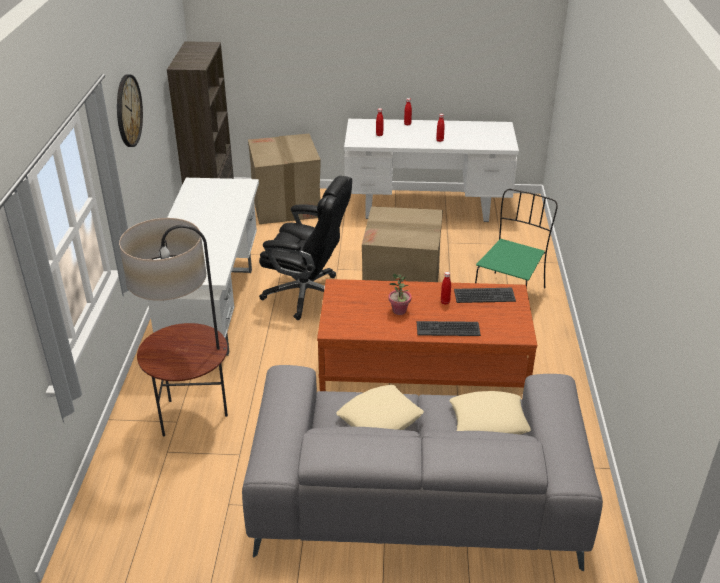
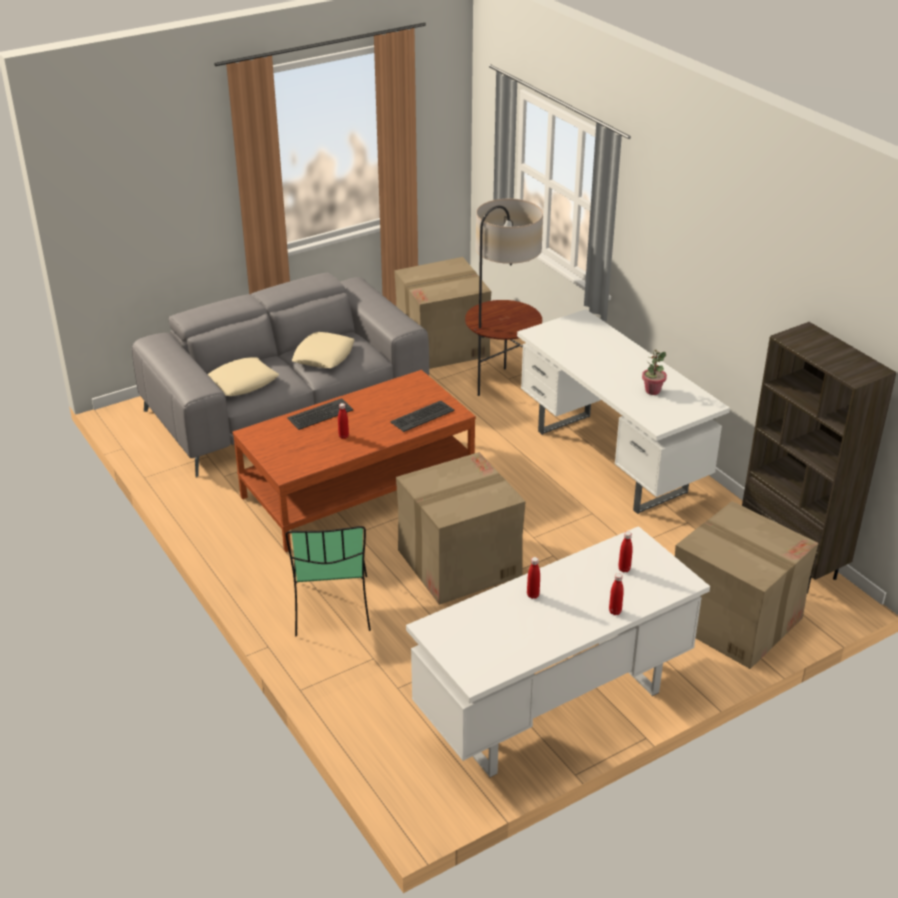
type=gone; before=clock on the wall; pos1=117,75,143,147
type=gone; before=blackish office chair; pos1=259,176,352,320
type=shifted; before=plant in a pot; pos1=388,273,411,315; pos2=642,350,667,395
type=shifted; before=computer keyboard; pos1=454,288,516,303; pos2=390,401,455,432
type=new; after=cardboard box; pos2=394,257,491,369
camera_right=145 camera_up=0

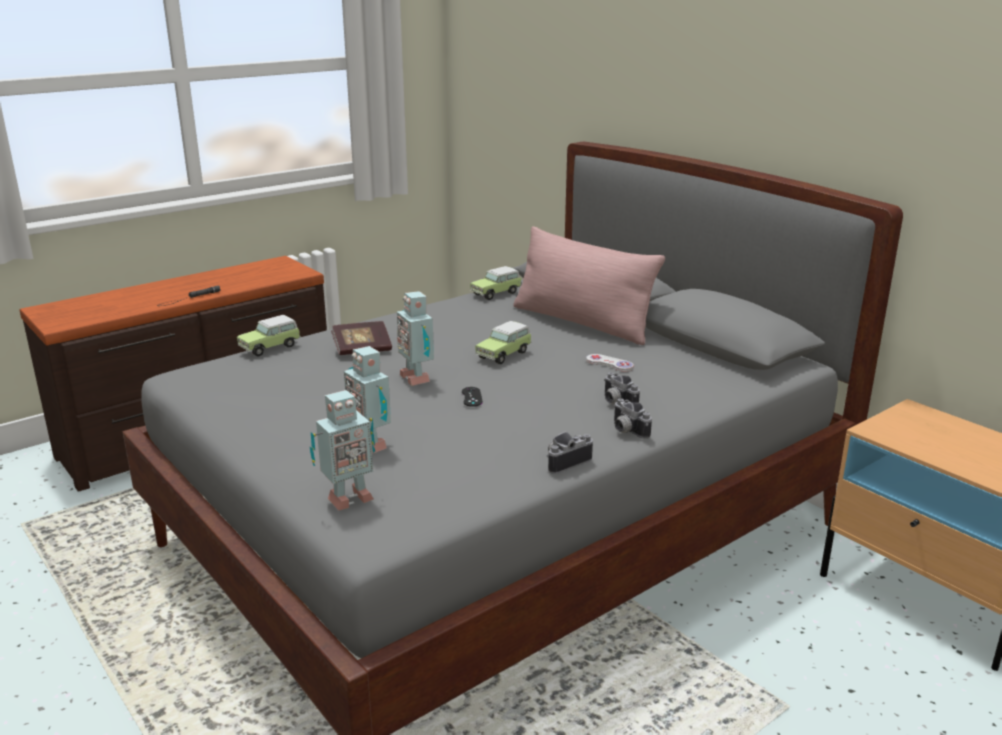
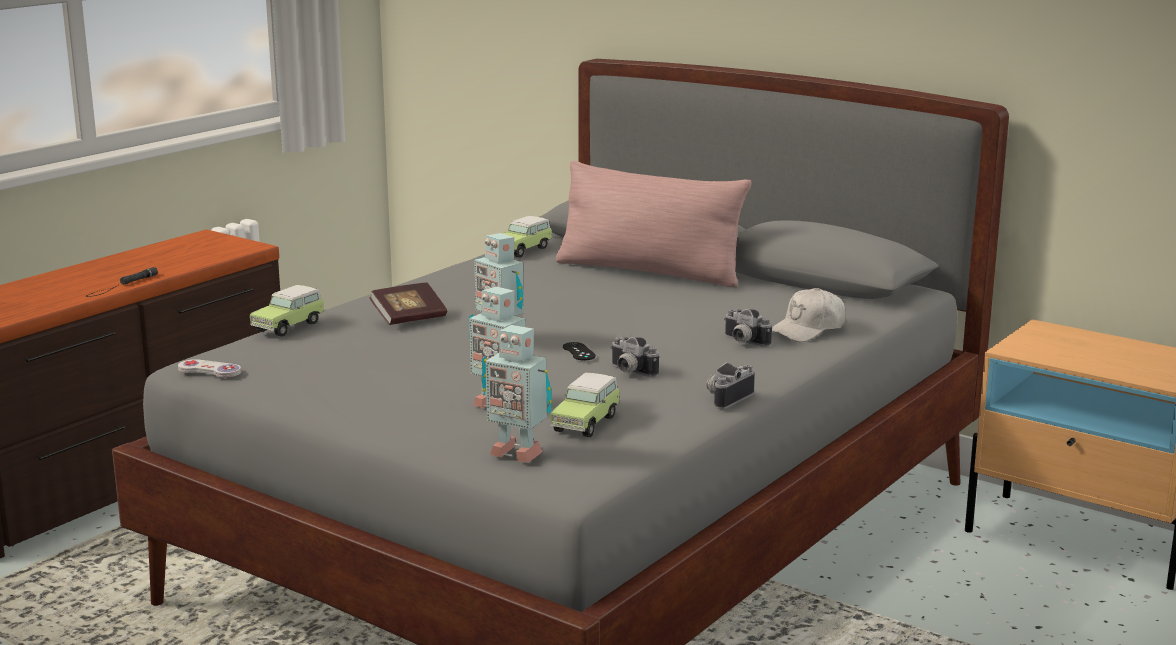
type=shifted; before=model car; pos1=475,321,532,364; pos2=550,372,621,437
type=shifted; before=whitish game controller; pos1=586,354,634,372; pos2=178,359,241,378
type=rotated; before=model robot; pos1=310,390,375,510; pos2=482,325,552,463; turn=75
type=shifted; before=still camera; pos1=614,398,652,439; pos2=611,337,659,377
type=new; after=whitish cap; pos2=772,288,846,342
camera_right=-15 camera_up=-5

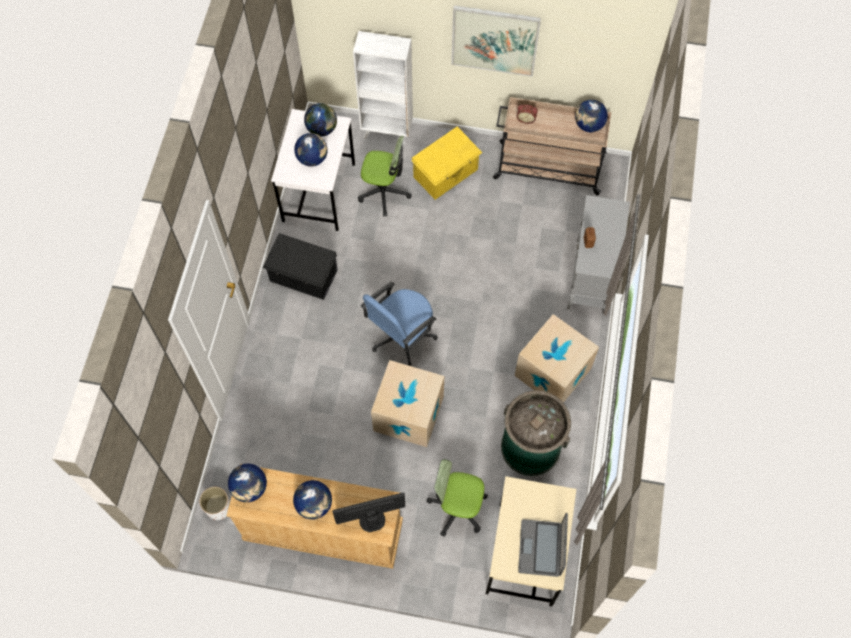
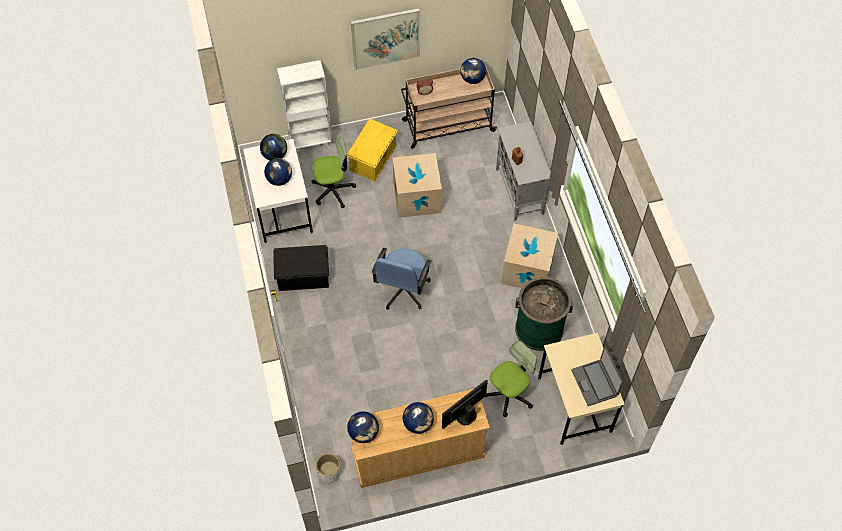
type=shifted; before=cardboard box; pos1=371,360,444,447; pos2=393,153,442,218
type=rotated; before=office chair; pos1=427,459,488,537; pos2=485,341,537,417; turn=150
camera_right=-25 camera_up=-5

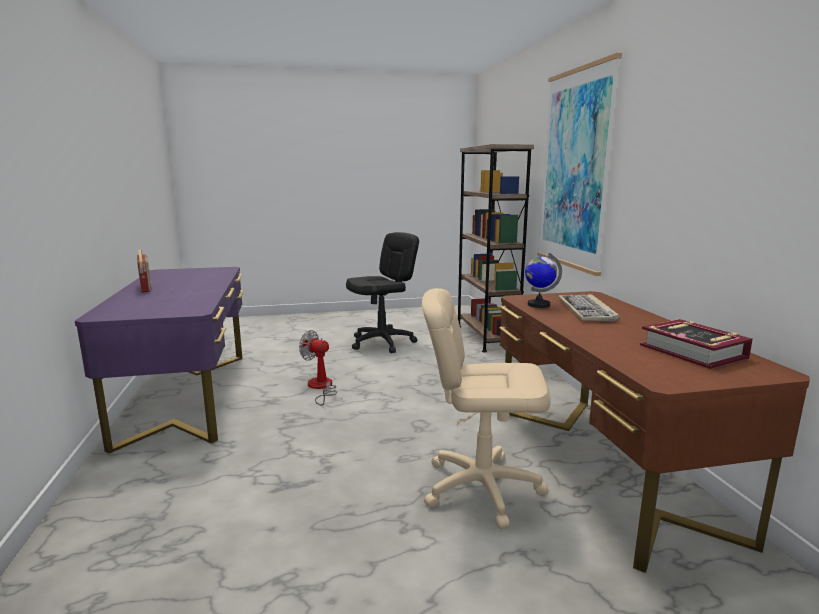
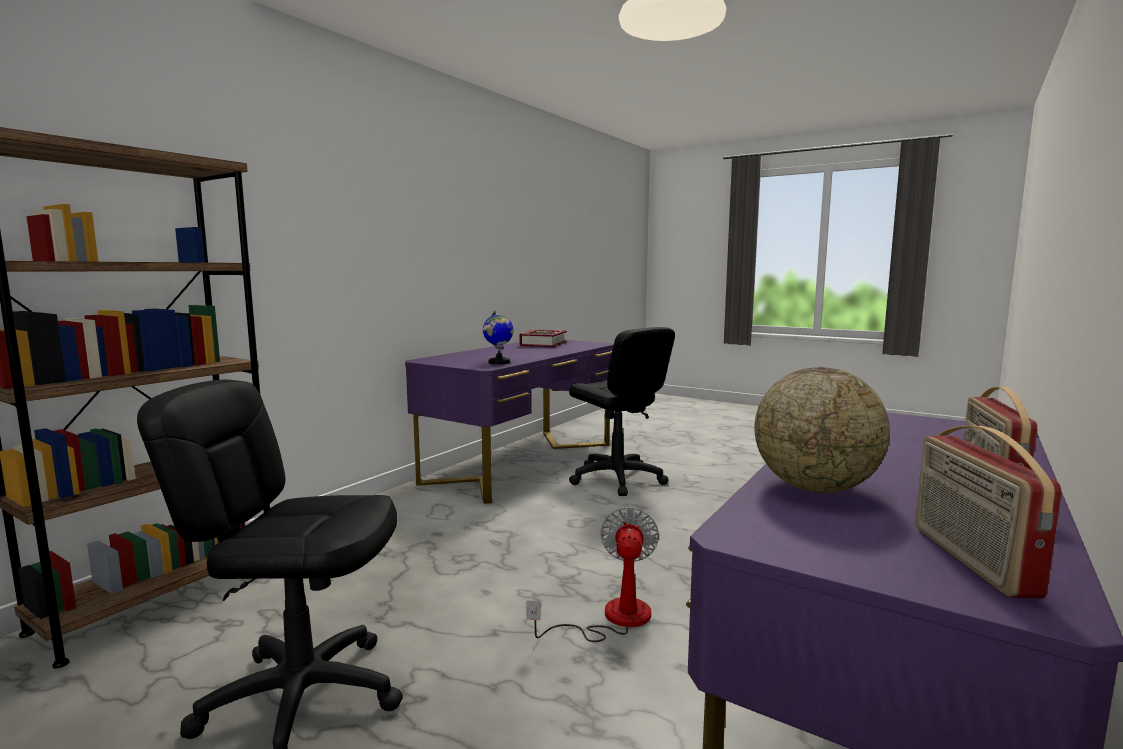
type=gone; before=wall art; pos1=537,53,622,276
type=repainted; before=beige office chair; after=blackish office chair; pos1=422,288,550,529; pos2=569,327,675,496
type=repainted; before=brown-coloured desk unit; after=purplish desk unit; pos1=500,291,810,573; pos2=405,340,614,504
type=gone; before=computer keyboard; pos1=558,294,619,322
type=rotated; before=electric fan; pos1=299,330,337,405; pos2=527,507,659,642; turn=-150
type=new; after=desk globe; pos2=754,367,890,493
type=new; after=radio; pos2=915,426,1062,598
camera_right=-135 camera_up=-5

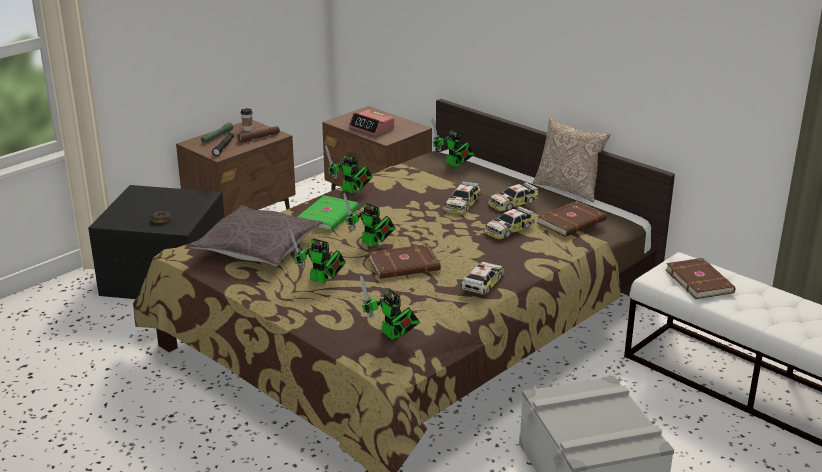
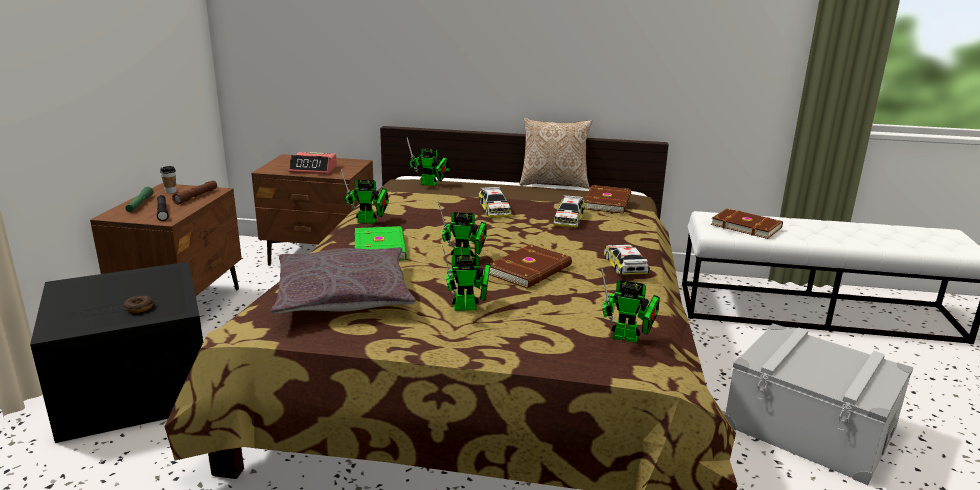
type=gone; before=model car; pos1=488,182,538,212
camera_right=-35 camera_up=-5

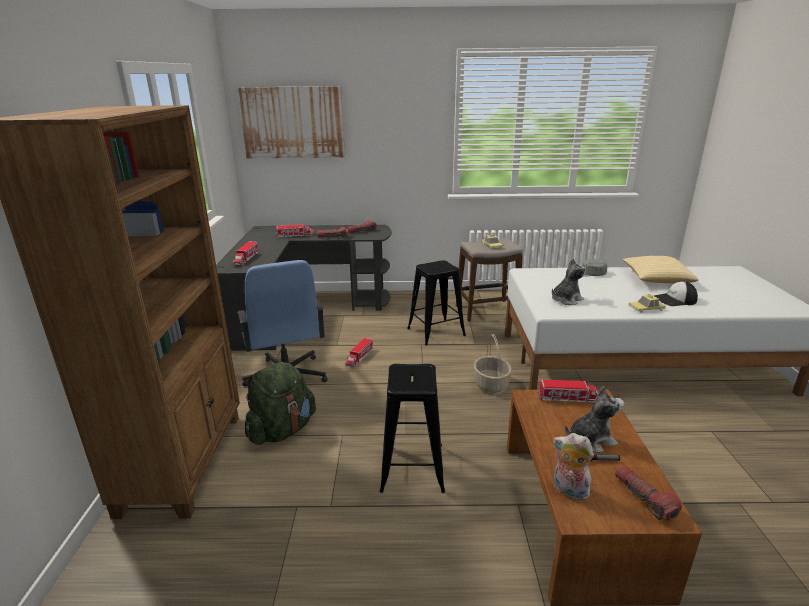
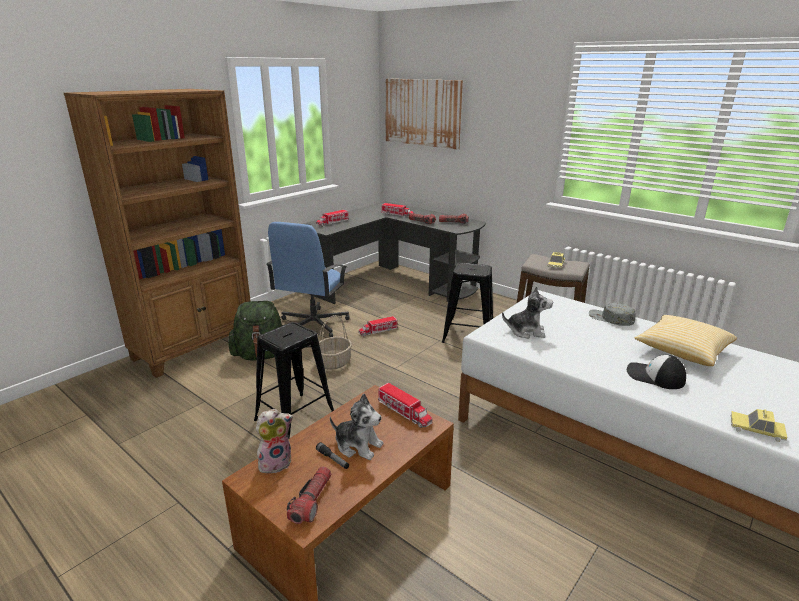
type=shifted; before=model car; pos1=629,294,666,313; pos2=730,409,788,442
type=shifted; before=storage basket; pos1=474,334,512,393; pos2=319,315,352,370
type=rotated; before=soft toy; pos1=553,433,594,500; pos2=255,409,293,473; turn=75
camera_right=40 camera_up=0

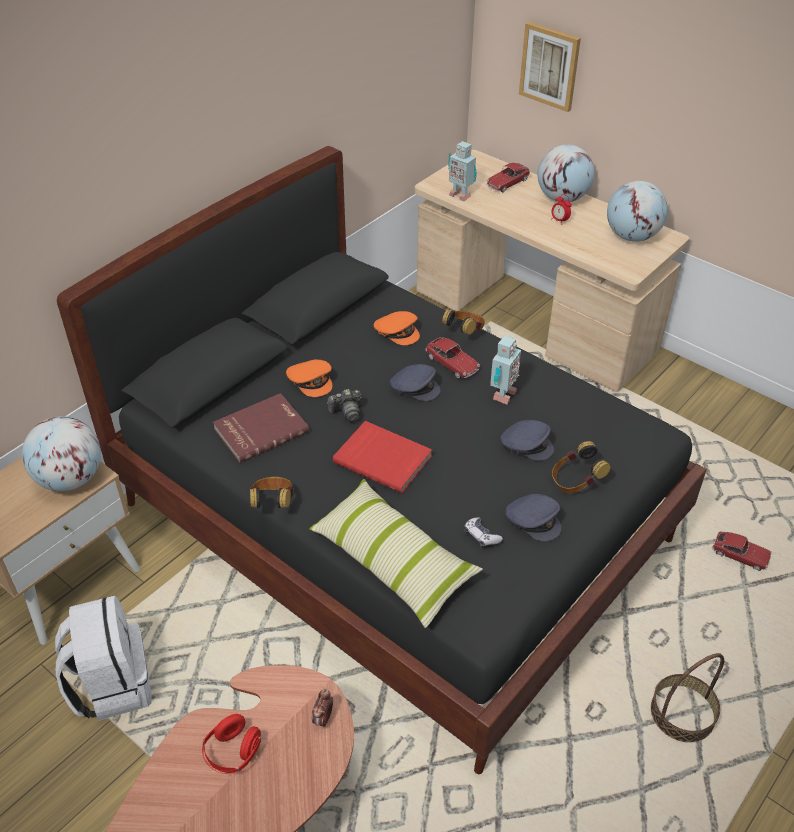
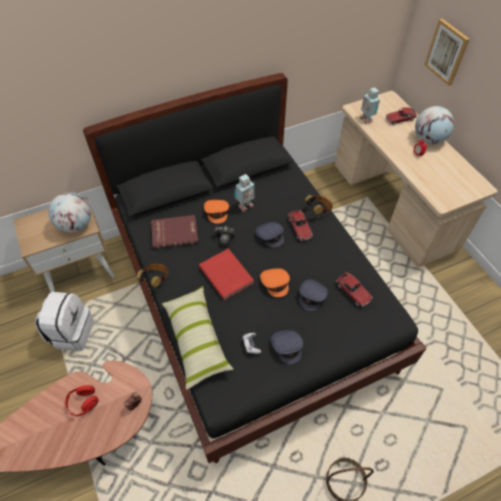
type=gone; before=desk globe; pos1=607,181,668,242
type=shifted; before=orangey cap; pos1=374,311,420,345; pos2=260,268,290,297
type=shifted; before=model robot; pos1=490,336,521,404; pos2=234,174,255,212
type=rotated; before=gray cap; pos1=500,420,554,461; pos2=299,279,328,311; turn=60
type=gone; before=headphones; pos1=552,441,611,493
type=shifted; before=model car; pos1=712,532,772,571; pos2=336,272,373,307
camera_right=25 camera_up=10

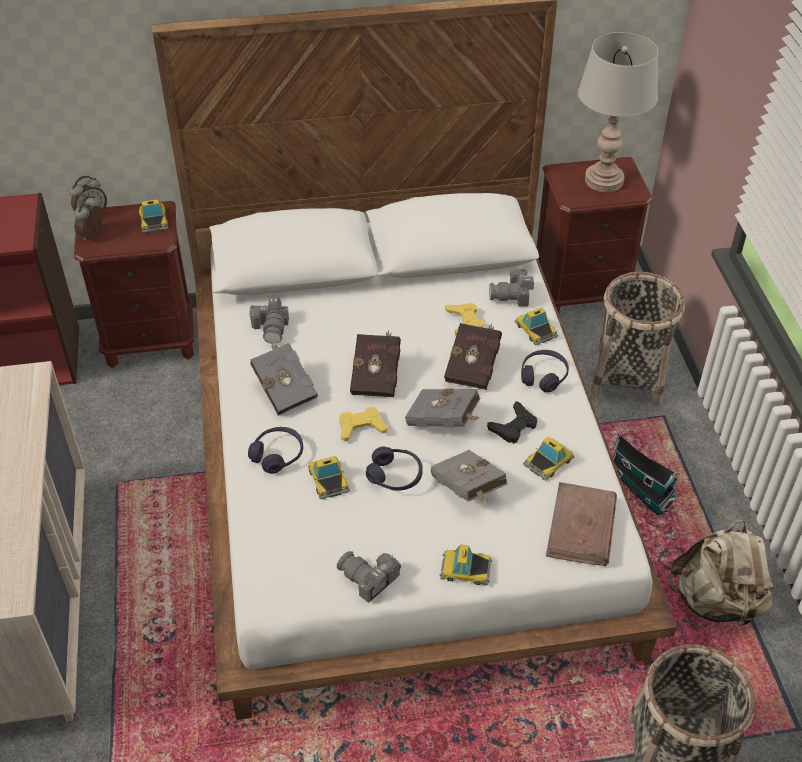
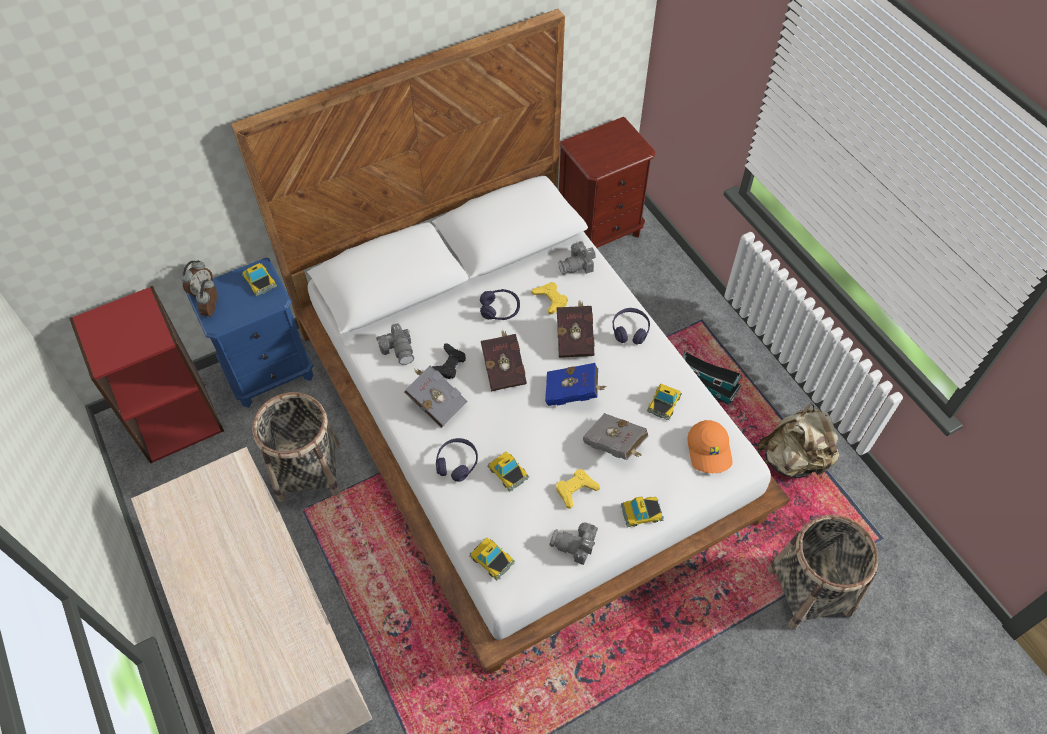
type=gone; before=gray lamp for a table; pos1=578,32,658,192
type=repainted; before=brown-coloured bedside table; after=bluish bedside table; pos1=74,201,194,368; pos2=186,258,313,408
type=shifted; before=storage basket; pos1=591,272,685,406; pos2=252,392,340,502
type=shifted; before=model car; pos1=514,307,559,345; pos2=469,538,515,580
type=repainted; before=gray book; after=bluish book; pos1=405,389,481,428; pos2=545,363,607,406
type=shifted; before=blackish game controller; pos1=487,401,538,444; pos2=431,343,466,379
type=shifted; before=yellowish game controller; pos1=339,407,388,442; pos2=556,469,600,509
type=shifted; before=purplish headphones; pos1=366,447,423,491; pos2=480,289,520,320
type=swapped; before=brown-coloured book; after=orangey cap; pos1=546,482,617,566; pos2=687,420,732,473
camera_right=-20 camera_up=10

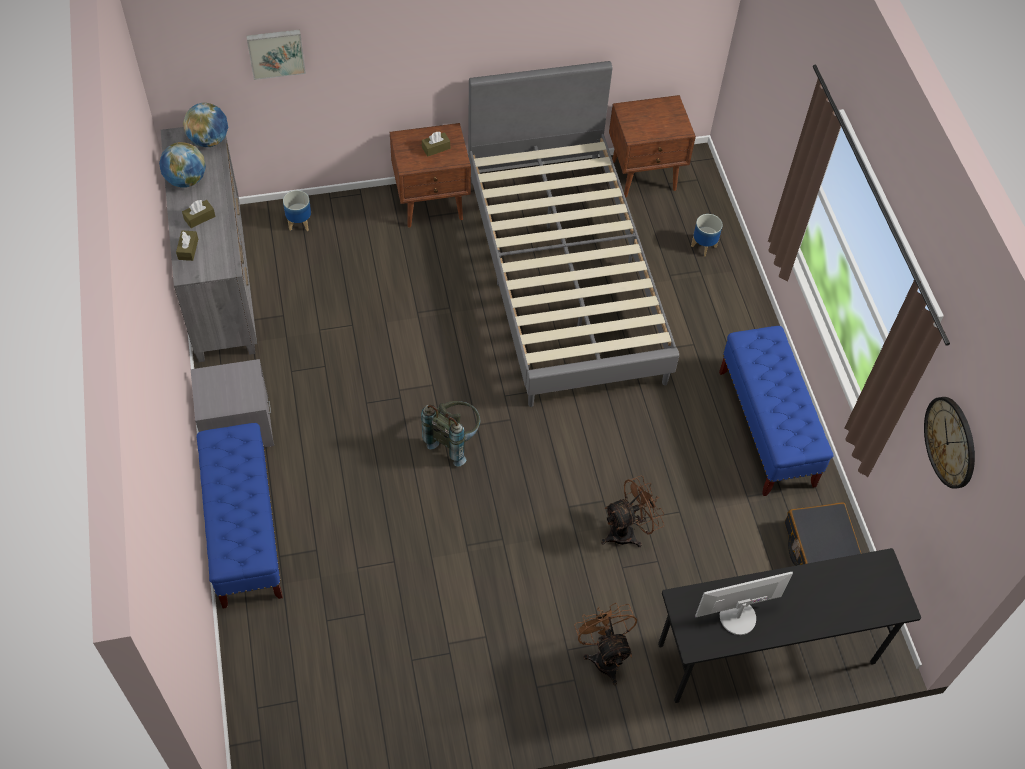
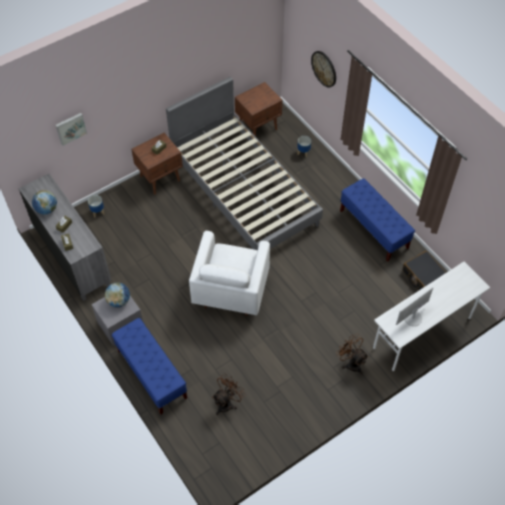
type=shifted; before=desk globe; pos1=183,103,228,147; pos2=105,282,130,308
type=shifted; before=clock on the wall; pos1=924,397,975,489; pos2=311,51,336,88
type=swapped; before=gray rucksack; after=whitish armchair; pos1=421,401,480,467; pos2=189,231,270,316
type=shifted; before=brown-coloured electric fan; pos1=601,475,665,547; pos2=212,373,246,415
type=repainted; before=blackish desk unit; after=whitish desk unit; pos1=658,548,921,703; pos2=373,262,490,371
camera_right=-20 camera_up=0

